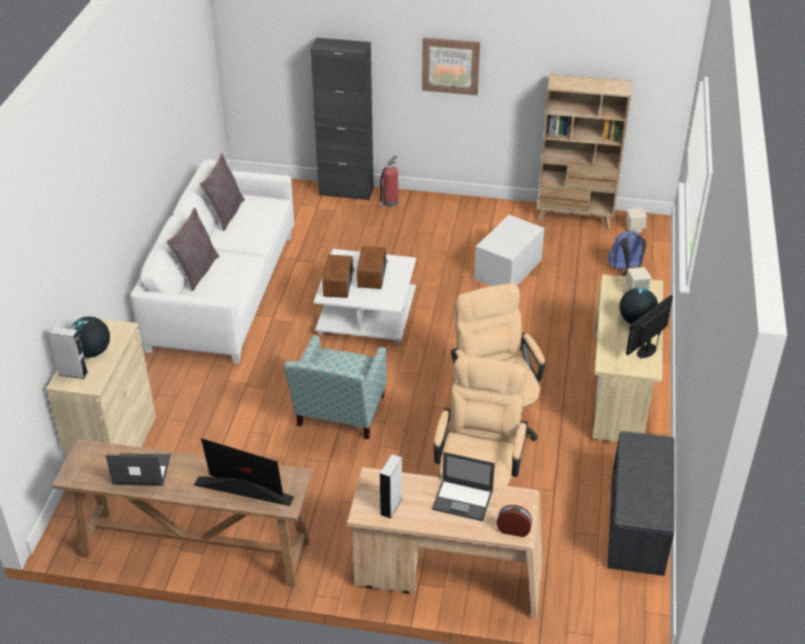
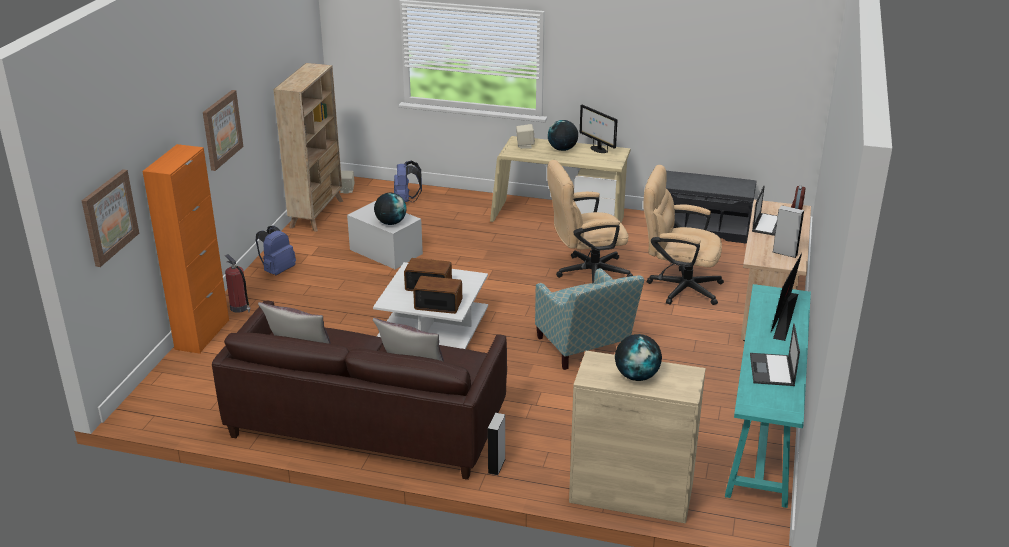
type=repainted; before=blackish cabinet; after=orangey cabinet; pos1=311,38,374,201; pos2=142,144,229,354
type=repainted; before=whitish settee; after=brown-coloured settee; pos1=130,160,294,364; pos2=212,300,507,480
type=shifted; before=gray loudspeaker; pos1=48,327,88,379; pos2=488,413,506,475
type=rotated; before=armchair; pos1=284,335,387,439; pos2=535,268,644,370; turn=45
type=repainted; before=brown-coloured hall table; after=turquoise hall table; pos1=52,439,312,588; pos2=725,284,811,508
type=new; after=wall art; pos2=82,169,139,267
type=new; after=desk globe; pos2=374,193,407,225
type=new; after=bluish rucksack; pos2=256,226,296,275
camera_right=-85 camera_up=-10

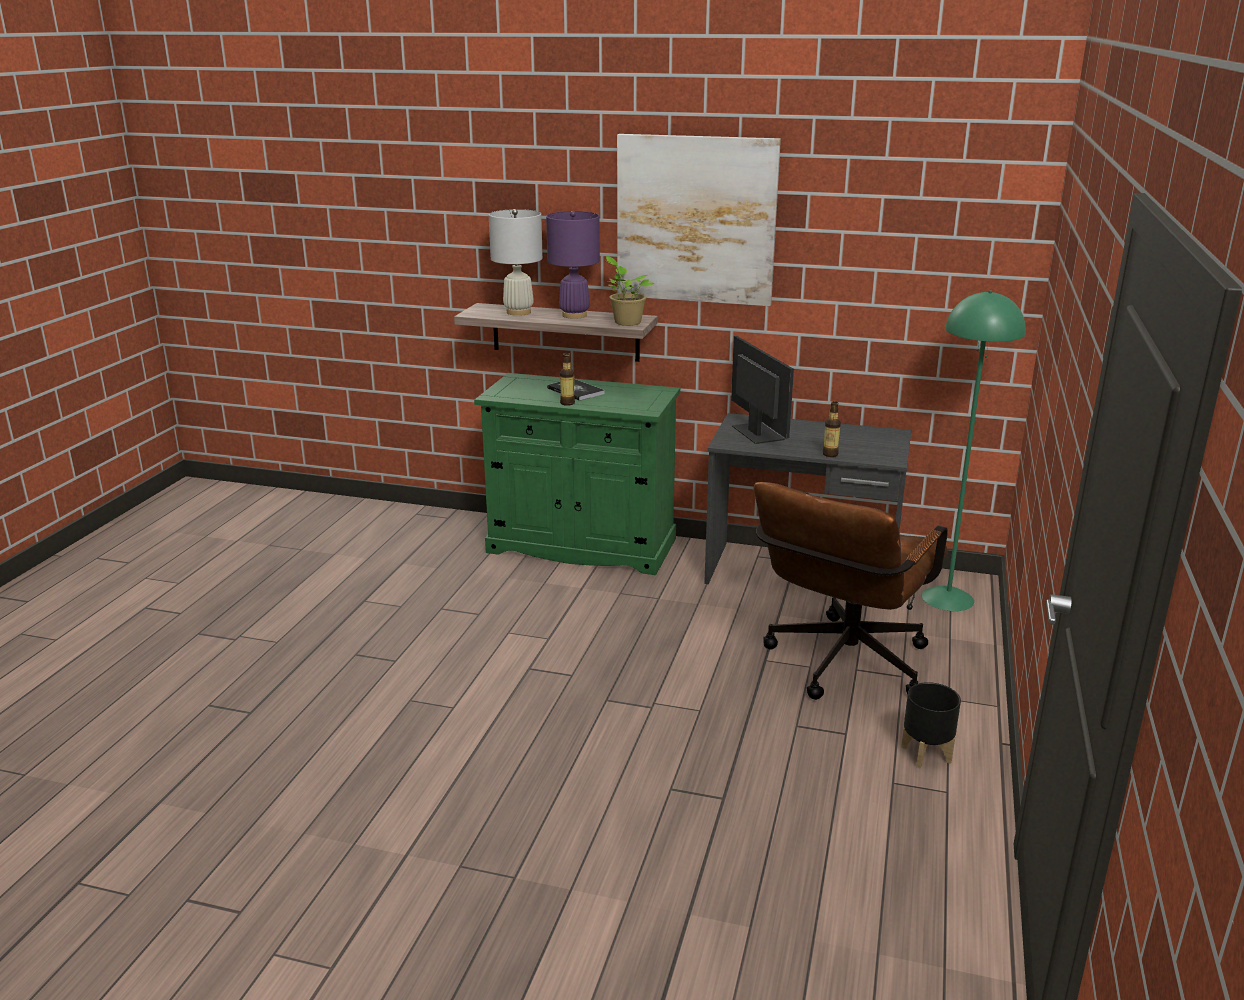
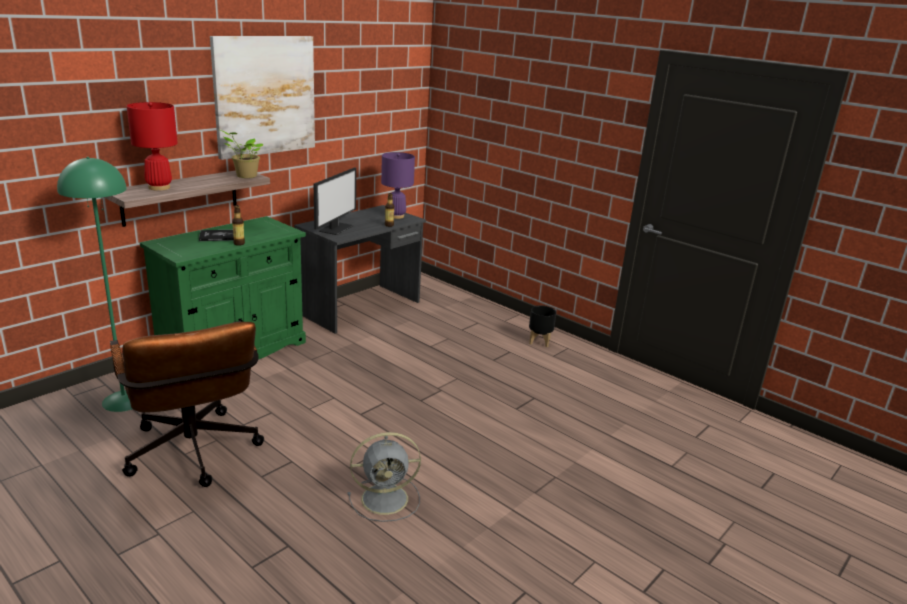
type=repainted; before=whitish lamp for a table; after=red lamp for a table; pos1=489,209,543,316; pos2=127,102,178,191
type=shifted; before=purplish lamp for a table; pos1=546,211,600,319; pos2=381,152,415,219
type=shifted; before=green floor lamp; pos1=922,291,1026,611; pos2=57,157,132,412
type=rotated; before=monitor; pos1=731,336,794,444; pos2=314,167,356,235; turn=105
type=shifted; before=brown-coloured office chair; pos1=754,482,948,700; pos2=110,321,264,487
type=new; after=gray electric fan; pos2=347,432,421,522
camera_right=-65 camera_up=0

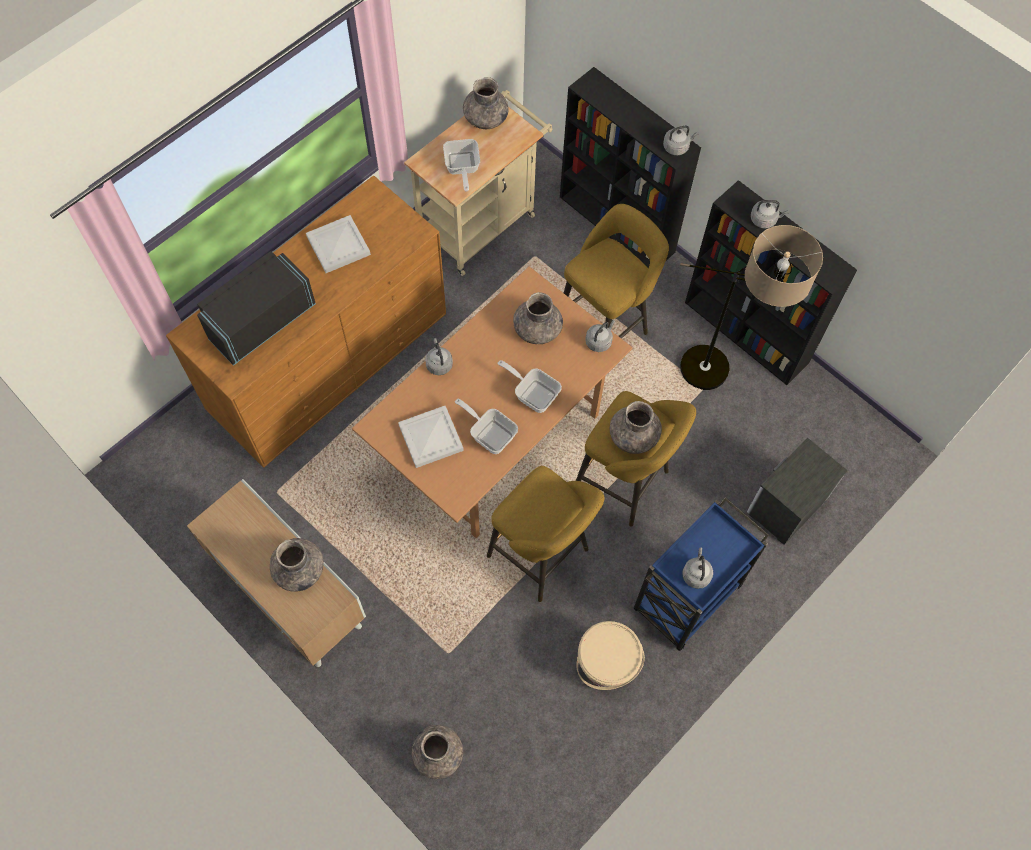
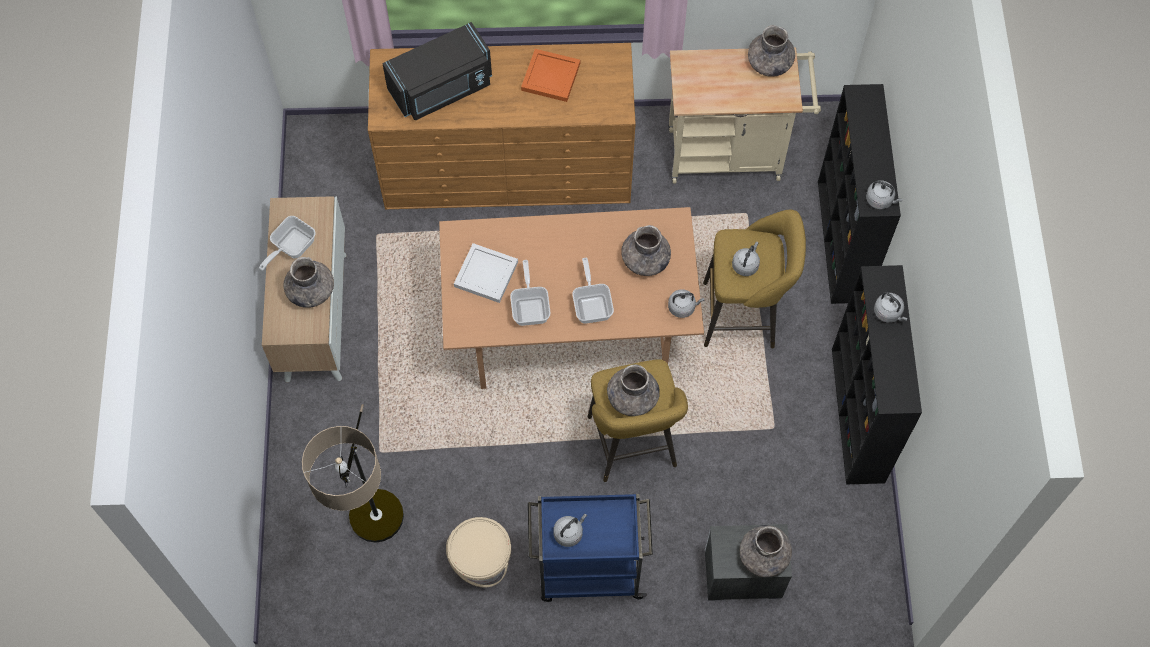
type=shifted; before=skillet; pos1=443,139,480,192; pos2=259,216,316,271
type=repainted; before=whitish carrying tray; after=orangey carrying tray; pos1=306,215,371,273; pos2=521,49,580,102
type=shifted; before=floor lamp; pos1=680,225,823,390; pos2=302,404,404,543
type=rotated; before=blackish microwave; pos1=197,251,316,366; pos2=382,22,492,120; turn=150
type=shifted; before=gray tea kettle; pos1=425,338,453,375; pos2=732,242,760,276
type=gone; before=yellowish stool; pos1=487,466,605,602
type=shifted; before=gray decorative vase; pos1=412,725,463,779; pos2=740,525,792,577
camera_right=45 camera_up=0

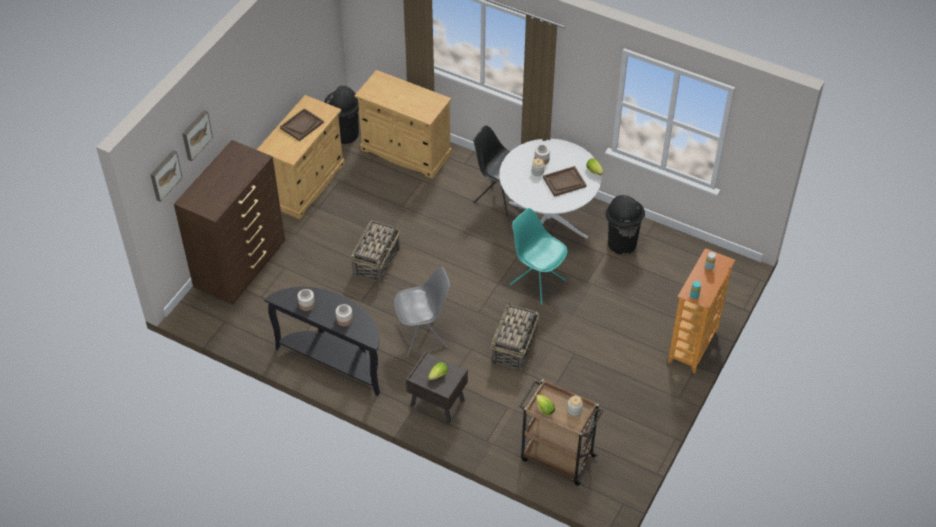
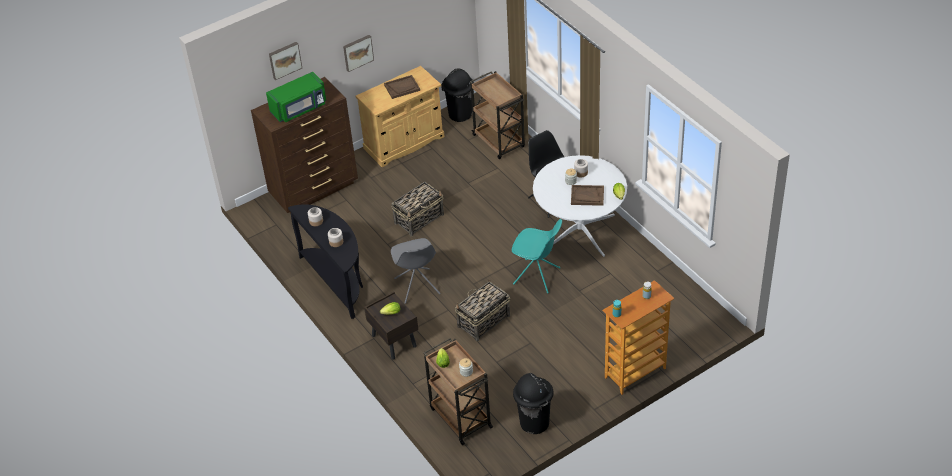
type=swapped; before=beige cabinet; after=brown-coloured trolley; pos1=354,70,452,179; pos2=470,71,525,159
type=shifted; before=wall art; pos1=150,150,183,202; pos2=343,35,374,72
type=shifted; before=blackish rubbish bin; pos1=606,195,645,255; pos2=513,373,554,434
type=rotated; before=turquoise upright chair; pos1=510,208,568,305; pos2=512,219,562,293; turn=135
type=rotated; before=gray upright chair; pos1=394,267,450,357; pos2=391,238,441,304; turn=60
type=new; after=green microwave; pos2=266,72,326,122
camera_right=30 camera_up=-5

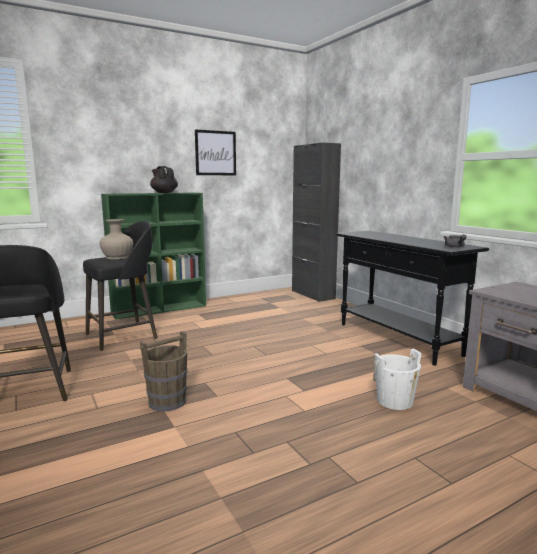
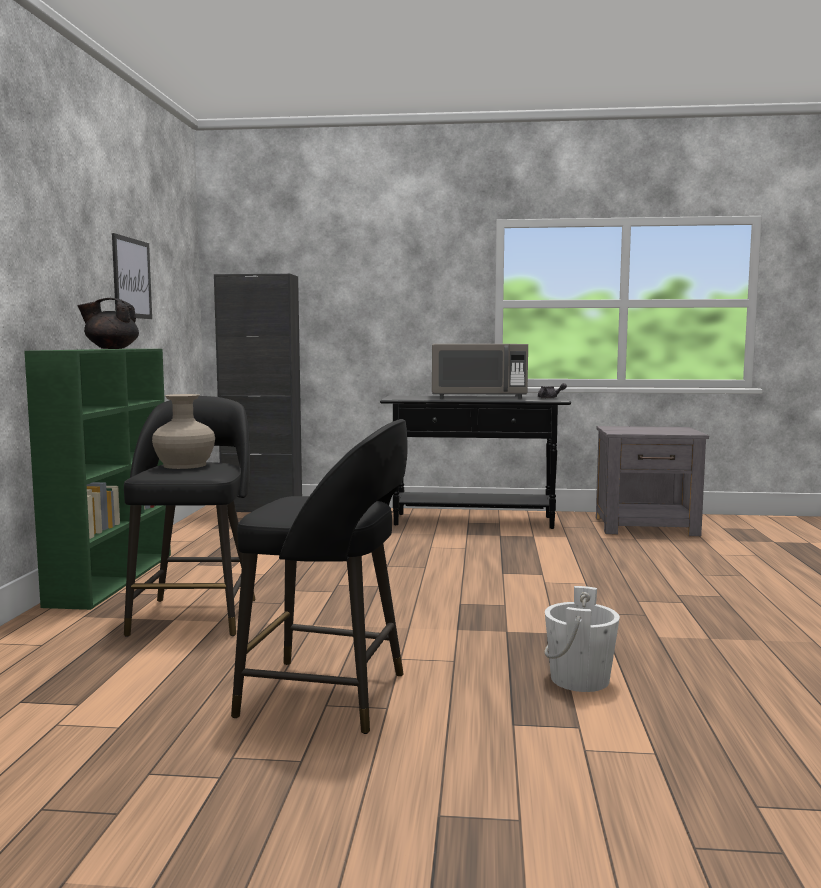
type=gone; before=brown-coloured water bucket; pos1=140,331,187,412
type=shifted; before=whitish water bucket; pos1=373,349,422,410; pos2=544,586,620,692
type=new; after=gray microwave; pos2=432,344,528,399
camera_right=-55 camera_up=-5

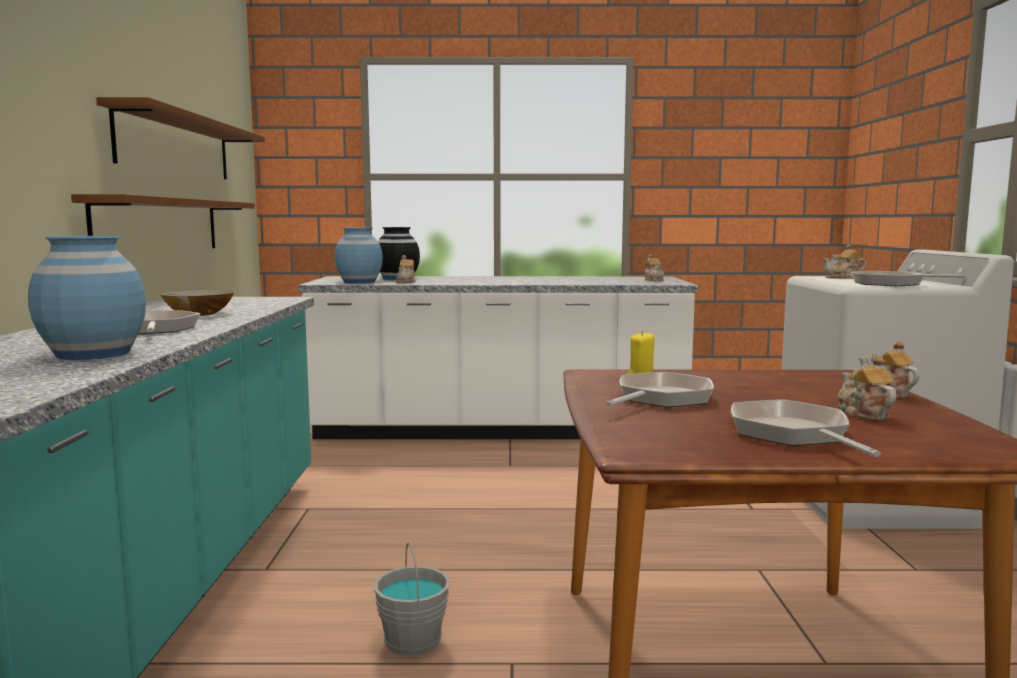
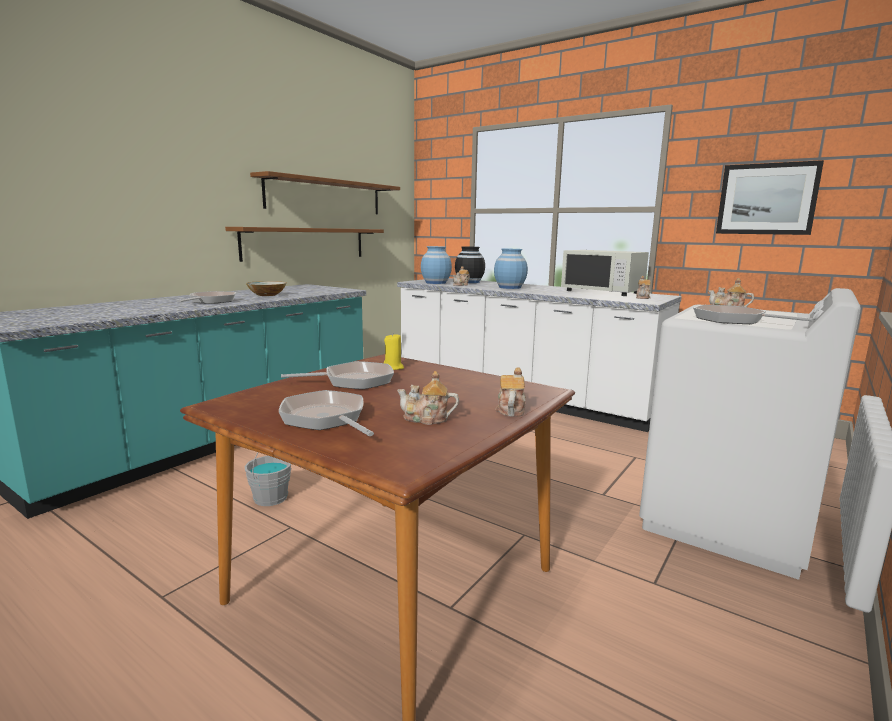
type=shifted; before=bluish decorative vase; pos1=28,236,146,360; pos2=494,249,528,289
type=rotated; before=teapot; pos1=838,356,896,420; pos2=397,371,459,425; turn=-105
type=rotated; before=skillet; pos1=731,399,881,457; pos2=279,390,374,436; turn=-60
type=new; after=wall art; pos2=716,160,824,235
type=new; after=whitish microwave; pos2=561,250,649,296
camera_right=35 camera_up=5

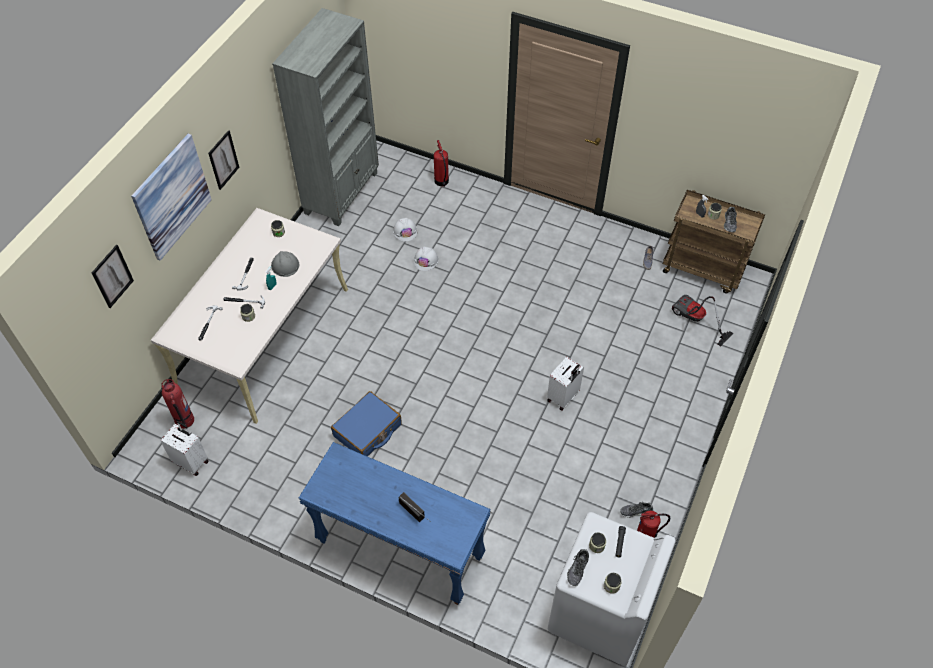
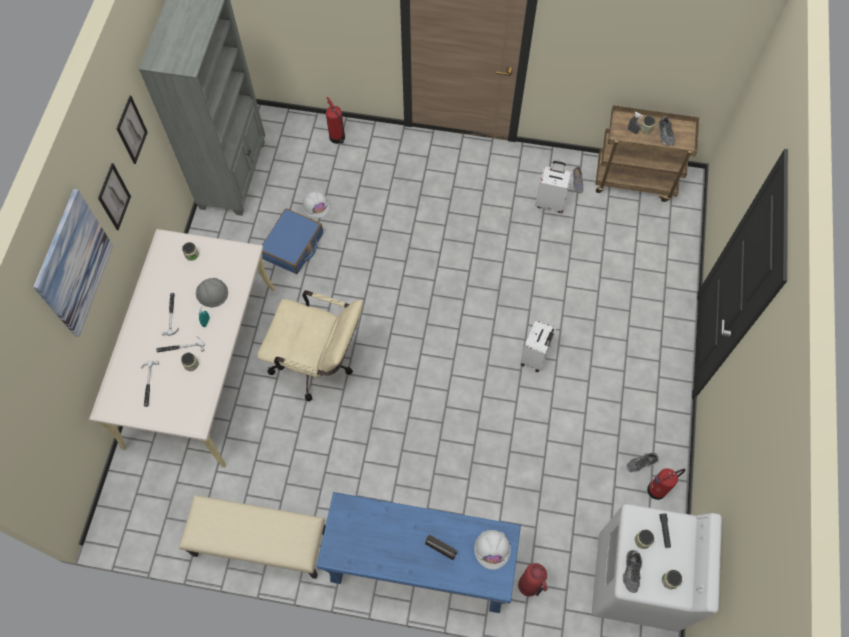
type=shifted; before=wall art; pos1=92,245,134,308; pos2=117,96,148,164
type=shifted; before=whitish safety helmet; pos1=414,247,438,271; pos2=474,530,511,569
type=gone; before=vacuum; pos1=672,295,733,347
type=shifted; before=extinguisher; pos1=161,379,194,429; pos2=518,563,548,597
type=shifted; before=bluish suitcase; pos1=331,391,402,457; pos2=262,208,323,274
type=shifted; before=whitish suitcase; pos1=160,421,208,476; pos2=535,161,572,213
type=new; after=beige office chair; pos2=257,290,363,401
type=new; after=beige indoor bench; pos2=179,495,325,579
camera_right=-15 camera_up=10

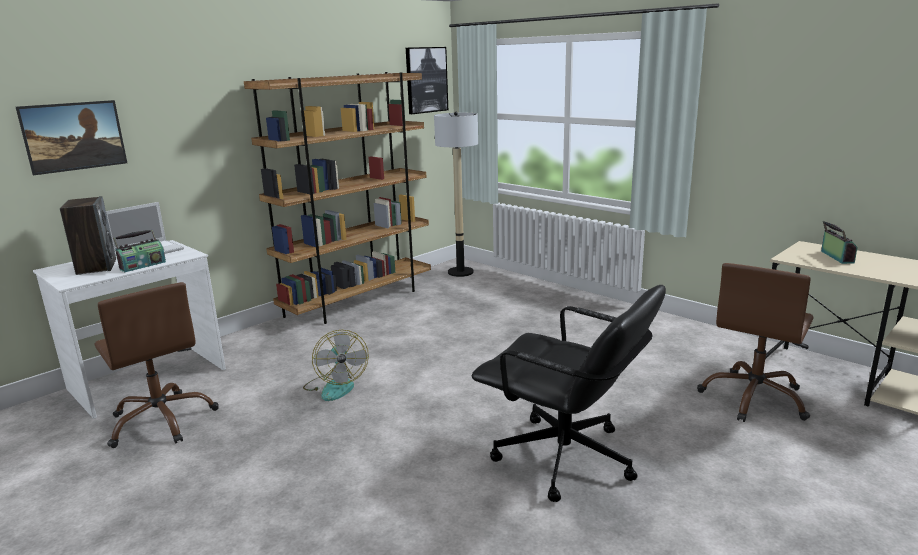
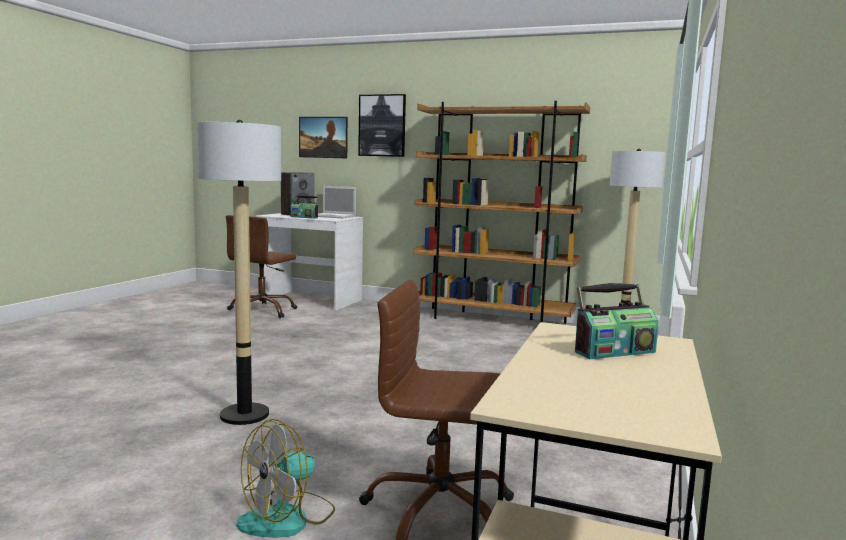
type=shifted; before=wall art; pos1=406,47,448,114; pos2=358,94,406,157
type=swapped; before=blackish office chair; after=floor lamp; pos1=472,285,666,502; pos2=197,120,281,425
type=shifted; before=electric fan; pos1=303,330,369,401; pos2=236,419,335,538
camera_right=65 camera_up=-10

